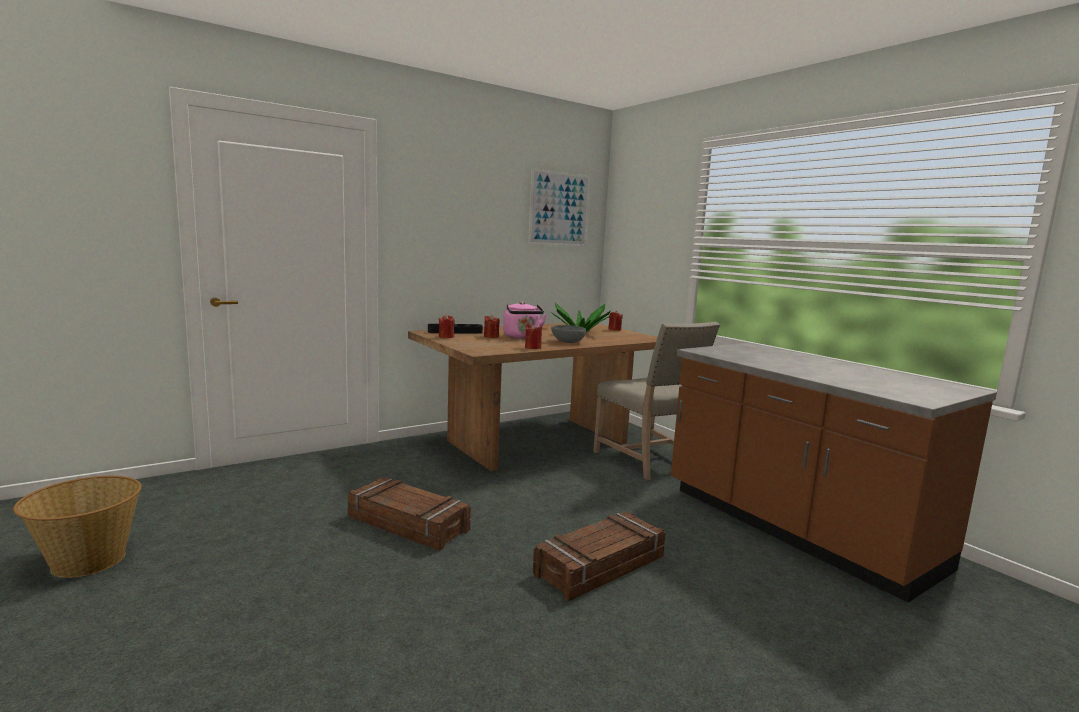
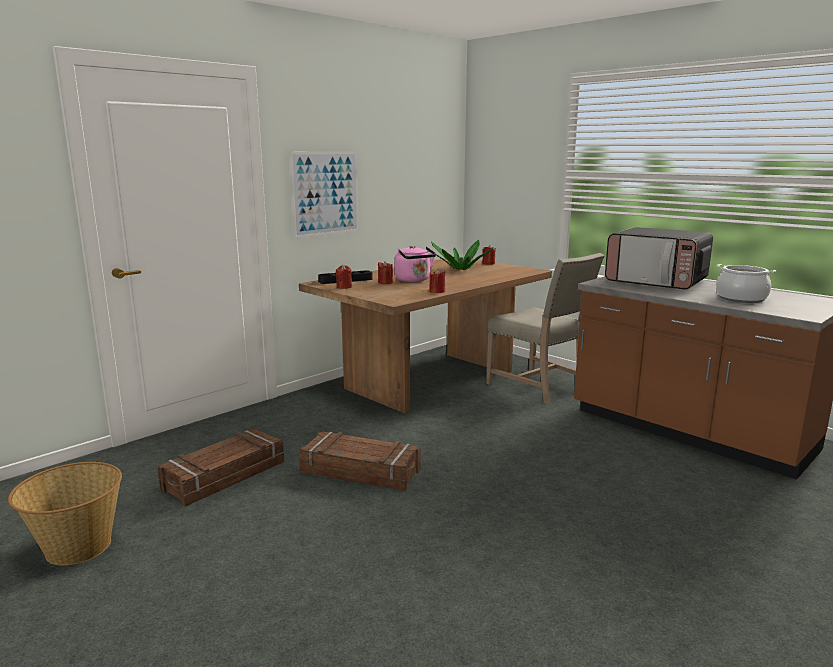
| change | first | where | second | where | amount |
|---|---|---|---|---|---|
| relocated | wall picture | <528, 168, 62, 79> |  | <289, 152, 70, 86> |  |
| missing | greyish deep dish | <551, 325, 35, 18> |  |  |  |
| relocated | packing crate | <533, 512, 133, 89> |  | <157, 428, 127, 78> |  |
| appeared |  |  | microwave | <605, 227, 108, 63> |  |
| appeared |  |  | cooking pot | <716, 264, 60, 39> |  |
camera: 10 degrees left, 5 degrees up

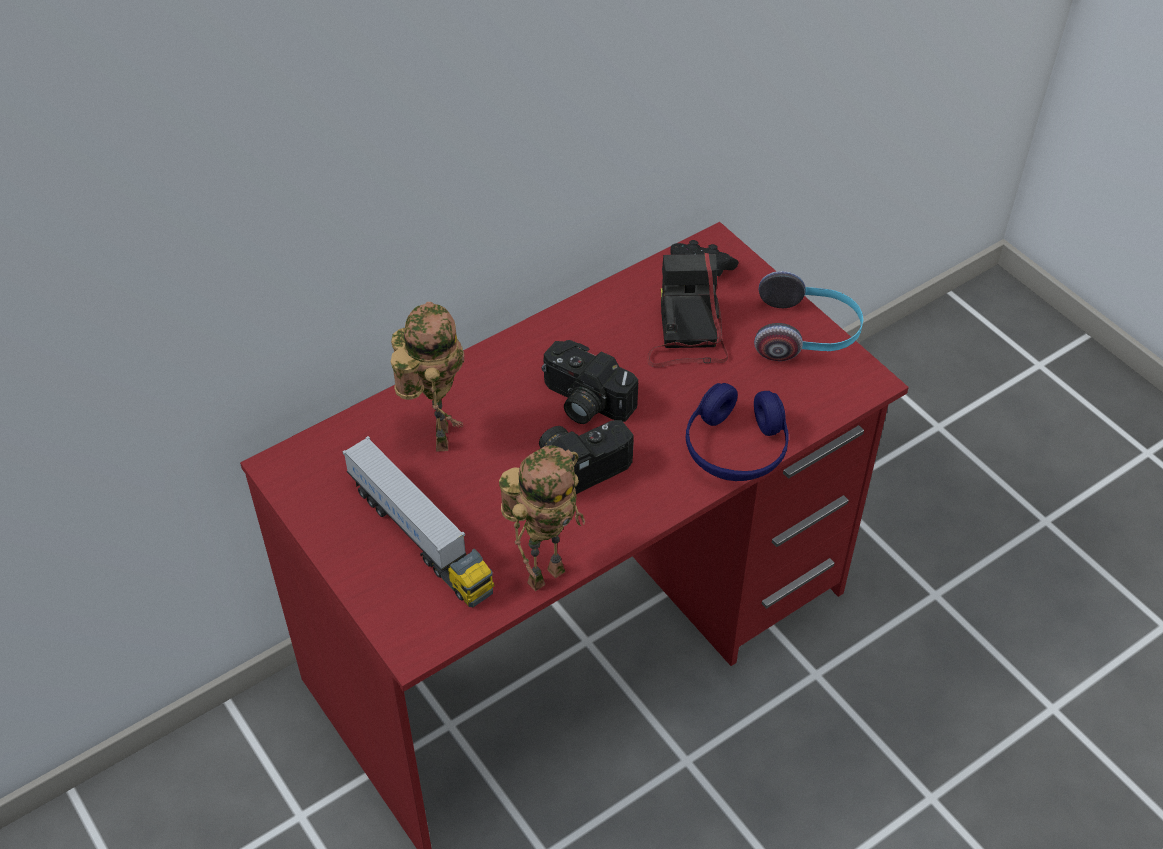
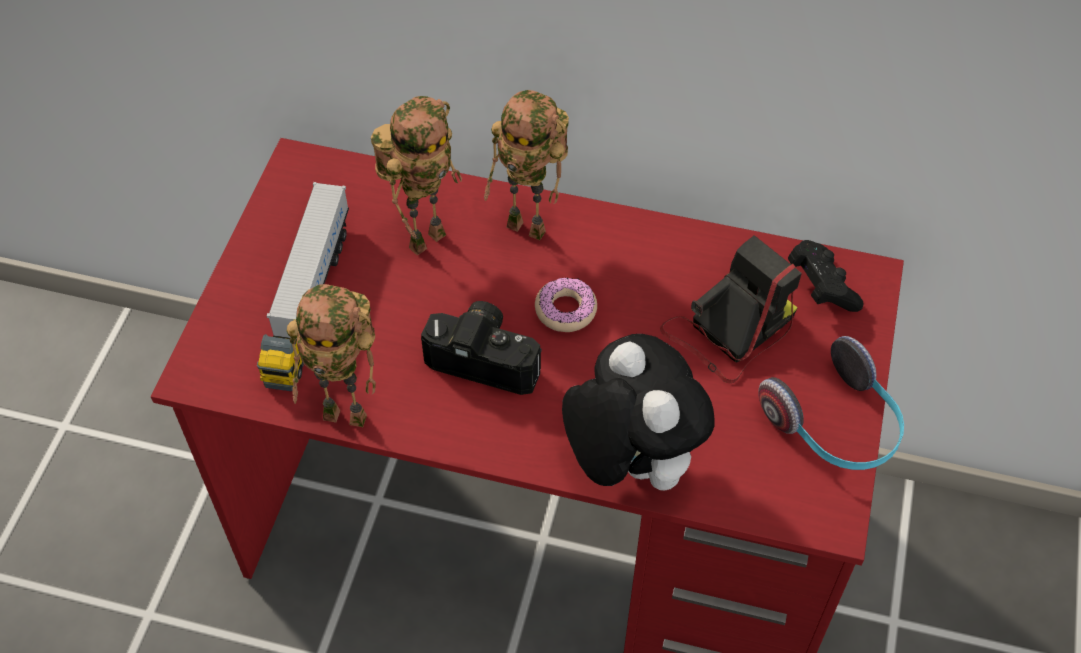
| change | first | where | second | where | amount |
|---|---|---|---|---|---|
| exchanged | still camera | <541, 340, 98, 84> | doughnut | <535, 278, 62, 54> |  |
| exchanged | blue-coloured pair of headphones | <686, 383, 103, 98> | cuddly toy | <562, 334, 153, 156> |  |
| appeared |  |  | robot figure | <484, 90, 85, 150> |  |
camera: 50 degrees right, 5 degrees up

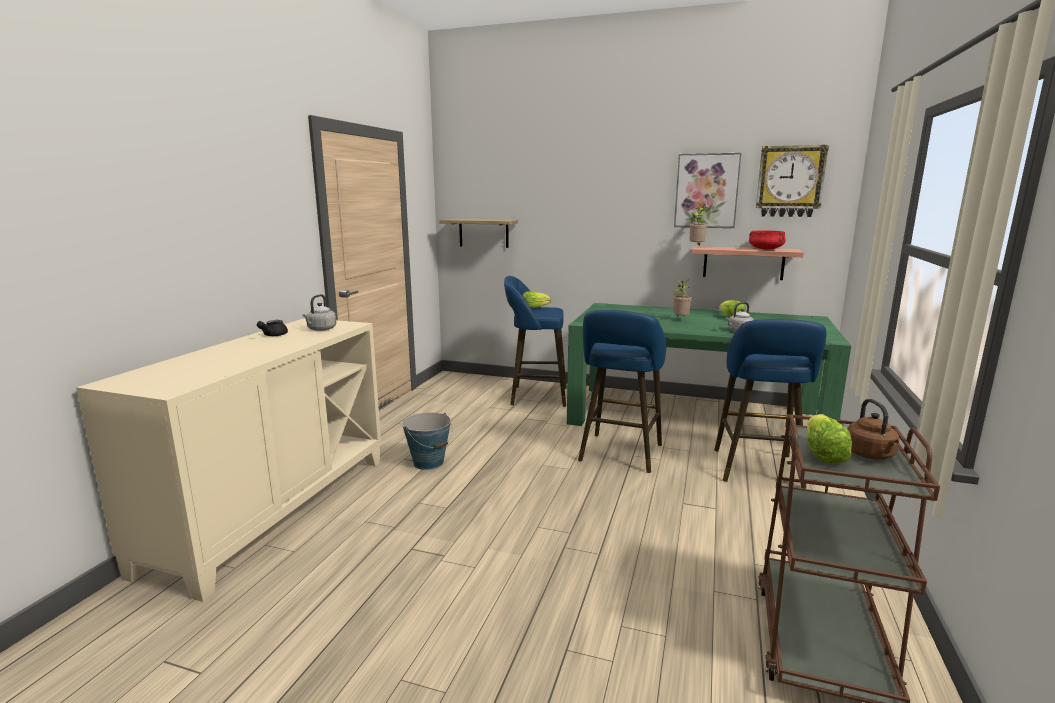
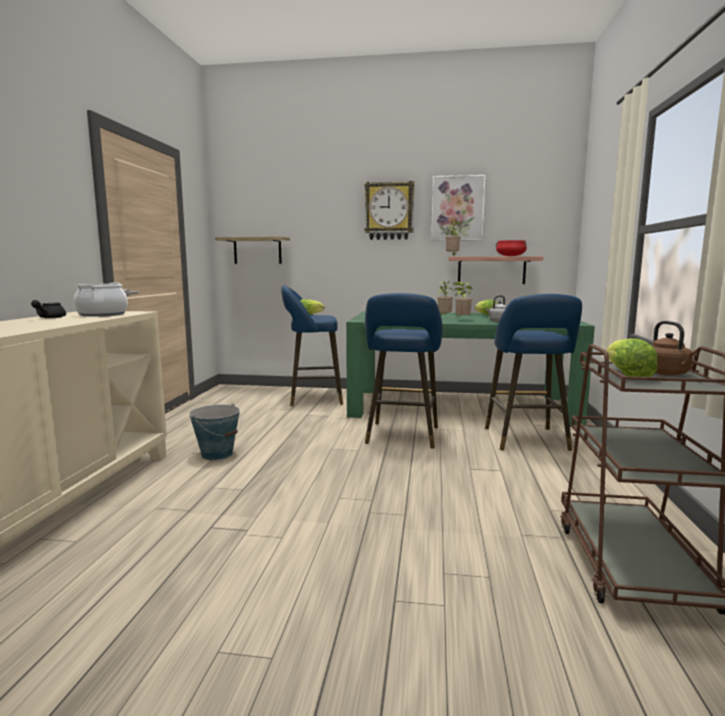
| change | first | where | second | where | amount |
|---|---|---|---|---|---|
| relocated | hanging clock | <756, 145, 73, 72> |  | <365, 181, 49, 59> |  |
| exchanged | greyish tea kettle | <302, 294, 34, 37> | cooking pot | <74, 282, 54, 35> |  |
| appeared |  |  | houseplant | <452, 282, 20, 38> |  |
camera: 10 degrees left, 5 degrees down

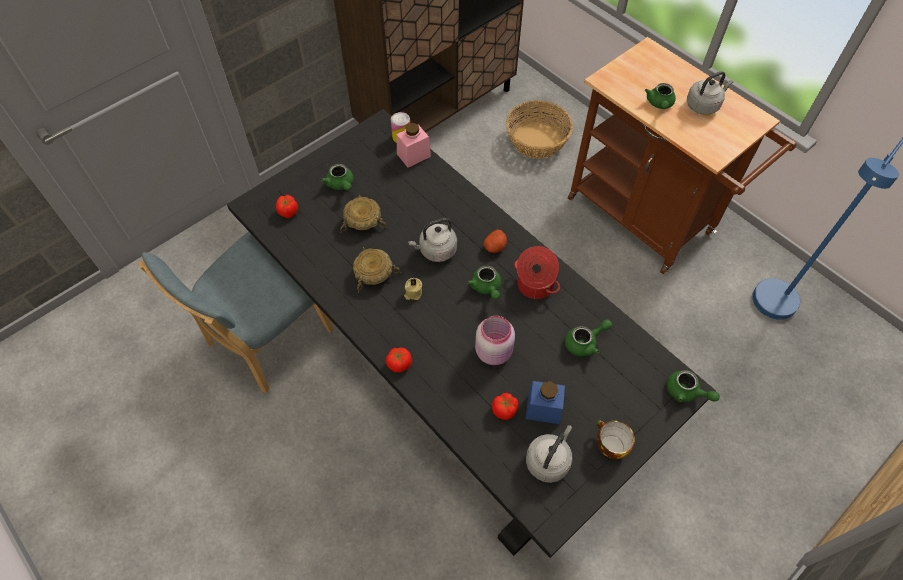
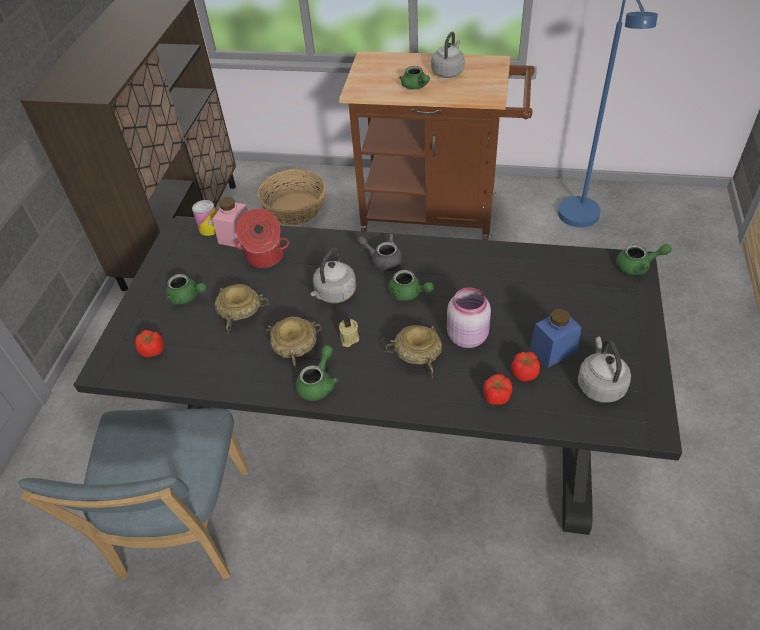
| change | first | where | second | where | amount |
|---|---|---|---|---|---|
| exchanged | potato | <483, 230, 24, 23> | greyish teapot | <357, 234, 46, 38> |  |
| relocated | cooking pot | <514, 246, 46, 53> |  | <235, 209, 54, 59> |  |
| relocated | greenish teapot | <565, 319, 47, 38> |  | <295, 345, 43, 56> |  |
| relocated | fresh tomato | <386, 348, 26, 25> |  | <483, 374, 29, 31> |  |
| missing | cup | <597, 421, 38, 38> |  |  |  |
| appeared |  |  | beige-coloured deep dish | <385, 325, 57, 53> |  |
camera: 35 degrees left, 10 degrees down

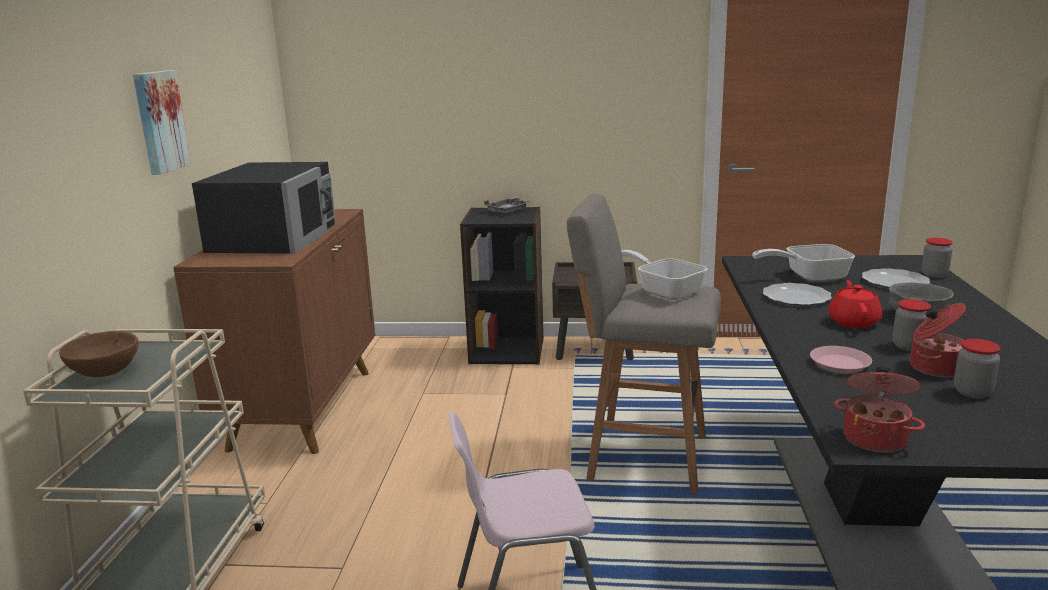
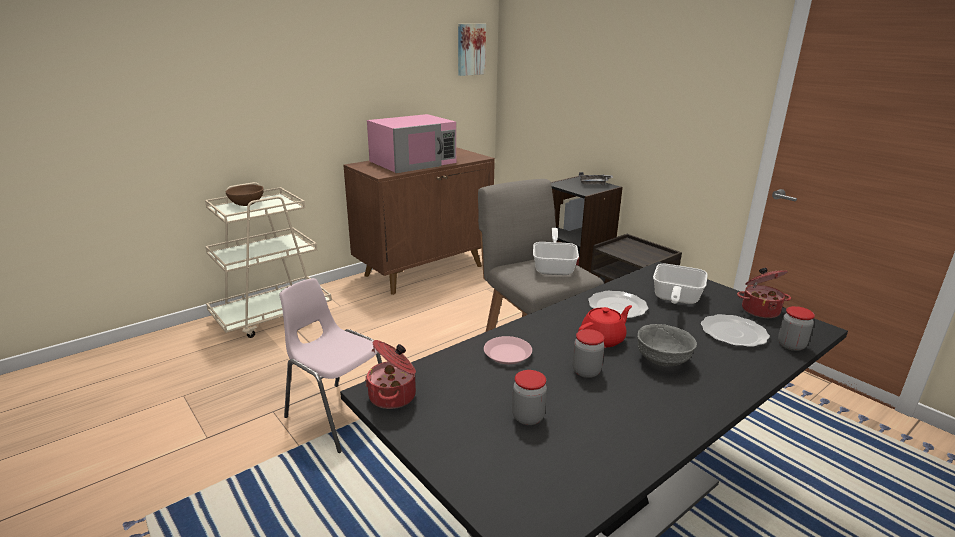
| change | first | where | second | where | amount |
|---|---|---|---|---|---|
| relocated | wall picture | <133, 70, 58, 105> |  | <458, 24, 28, 52> |  |
| colour | black microwave | <192, 162, 143, 92> | pinkish microwave | <367, 114, 89, 59> |  |
| spun | frying pan | <752, 244, 103, 37> |  | <653, 264, 55, 40> | 105 degrees counterclockwise |
| relocated | cooking pot | <910, 303, 57, 74> |  | <737, 268, 54, 50> |  |
camera: 45 degrees right, 5 degrees up

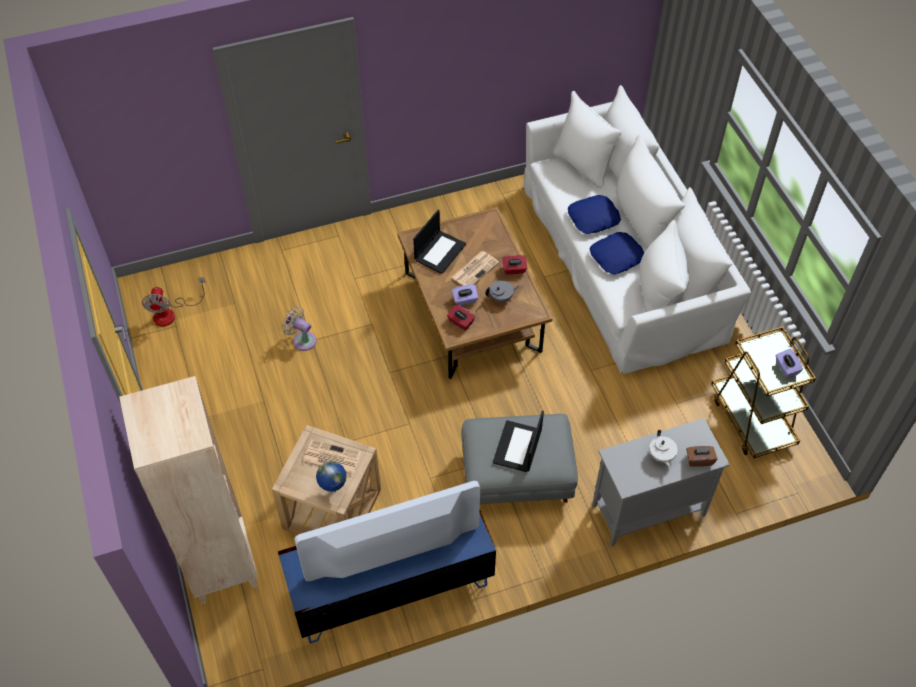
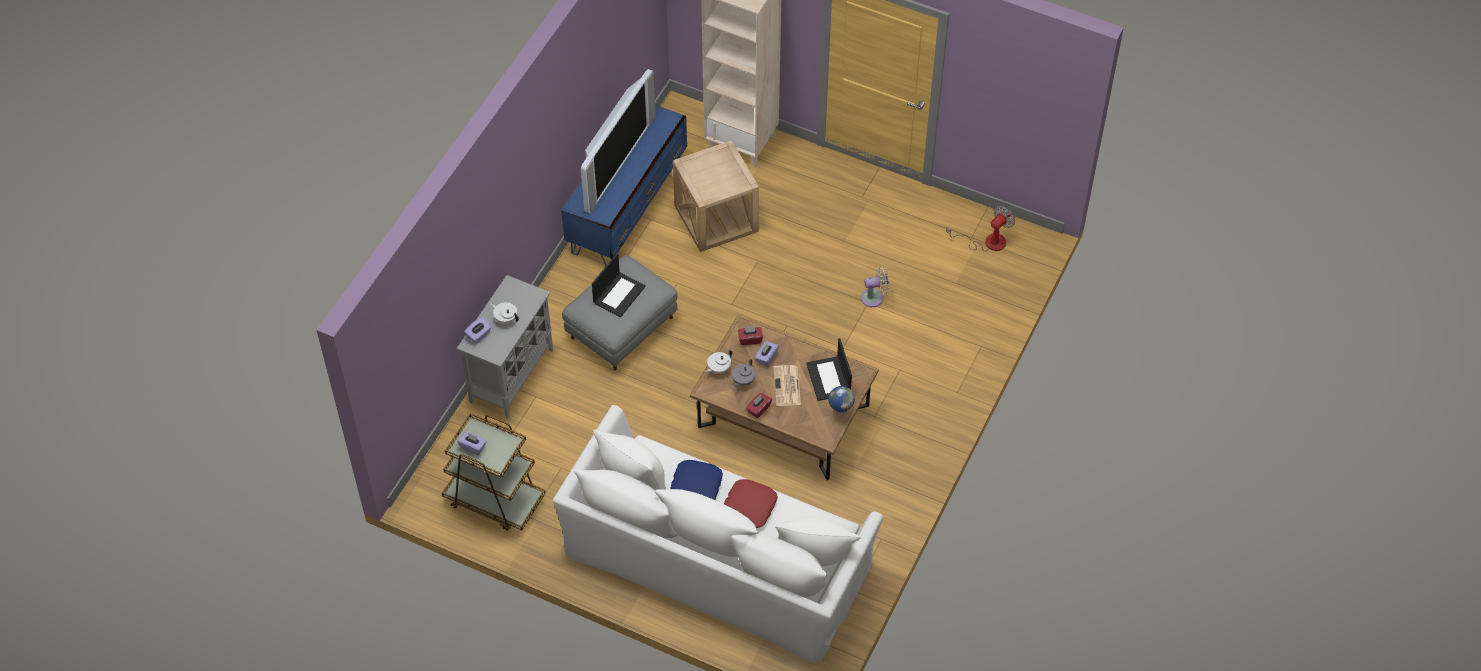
| change | first | where | second | where | amount |
|---|---|---|---|---|---|
| colour | blue-coloured throw pillow | <568, 195, 53, 39> | red throw pillow | <724, 479, 54, 49> |  |
| spun | fan | <142, 277, 63, 49> |  | <946, 206, 69, 46> | 90 degrees clockwise |
| spun | portable computer | <493, 411, 51, 61> |  | <592, 253, 54, 64> | 60 degrees clockwise |
| missing | printed paper | <303, 440, 58, 37> |  |  |  |
| colour | brown-coloured tissue box | <686, 446, 31, 21> | purplish tissue box | <464, 317, 27, 27> |  |
| relocated | globe | <316, 461, 31, 31> |  | <828, 386, 27, 29> |  |
| appeared |  |  | white-coloured teapot | <705, 350, 27, 24> |  |
camera: 135 degrees right, 0 degrees up

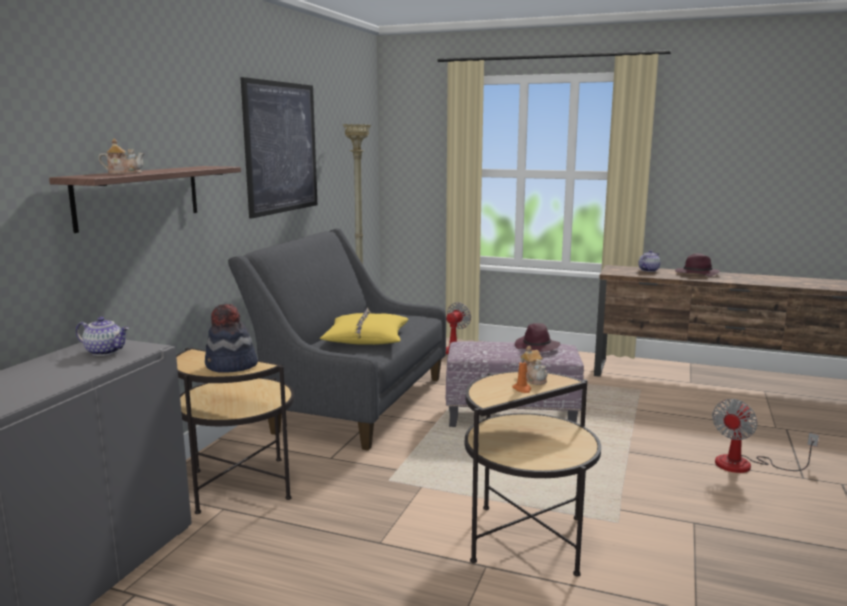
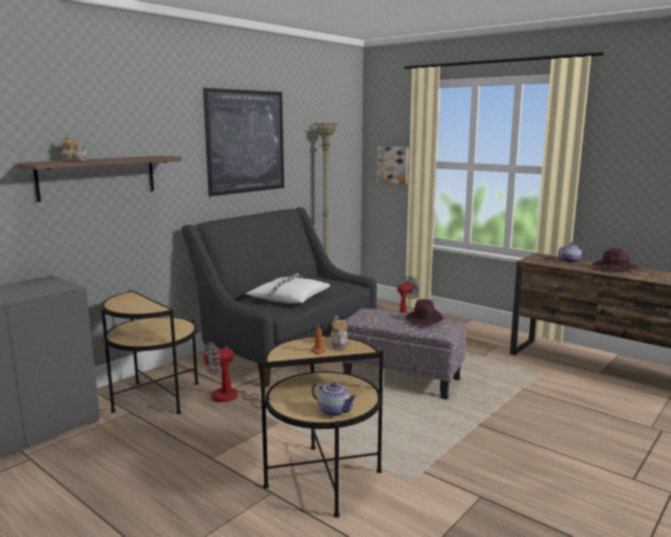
| change | first | where | second | where | amount |
|---|---|---|---|---|---|
| missing | hat | <205, 304, 53, 69> |  |  |  |
| colour | yellowish throw pillow | <320, 308, 88, 37> | white-coloured throw pillow | <246, 273, 84, 31> |  |
| relocated | teapot | <76, 317, 53, 39> |  | <312, 382, 45, 35> |  |
| relocated | fan | <712, 399, 107, 74> |  | <203, 342, 76, 66> |  |
| appeared |  |  | wall picture | <376, 146, 33, 38> |  |
camera: 20 degrees right, 0 degrees up

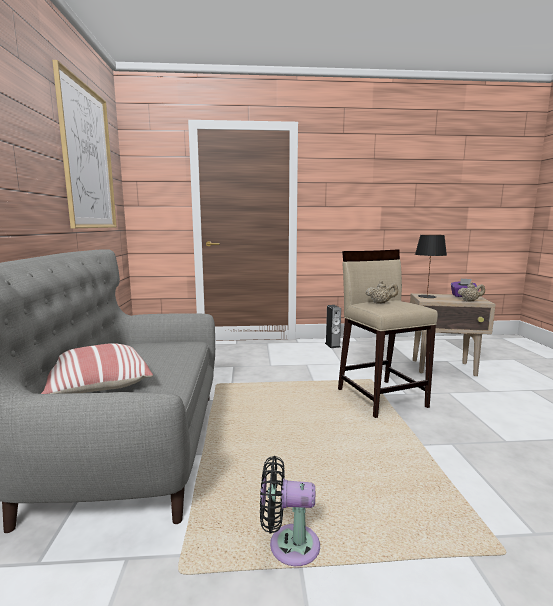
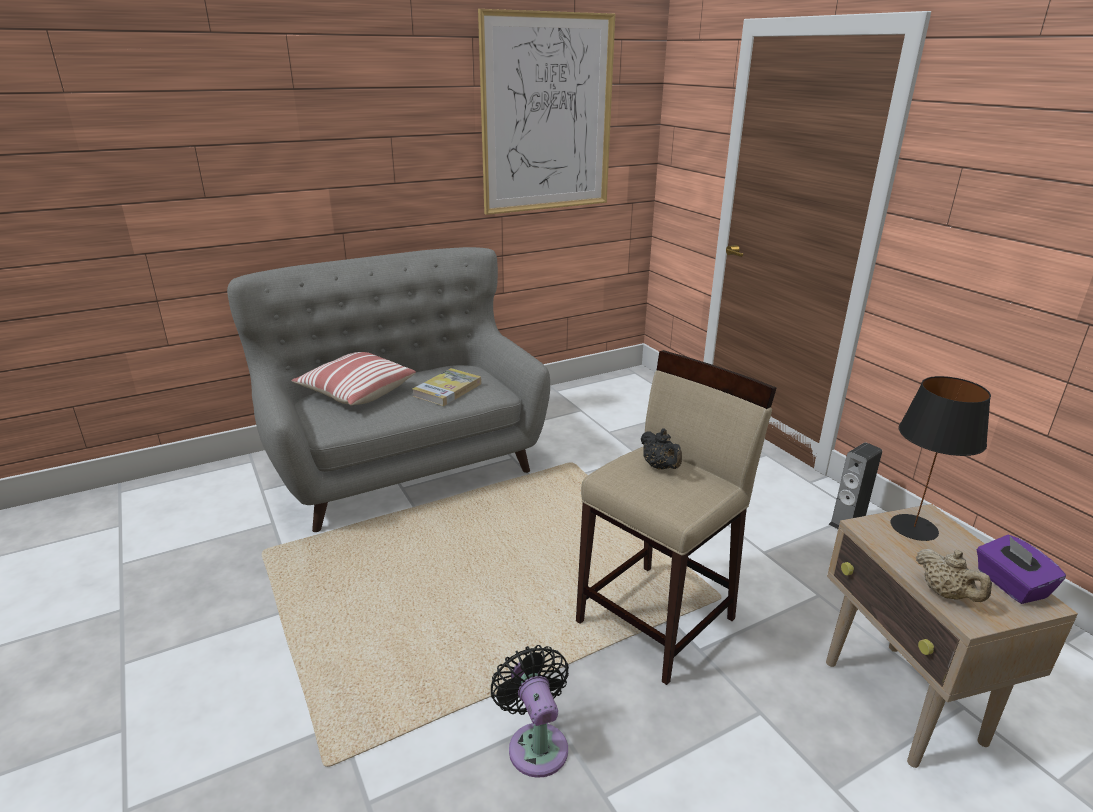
| change | first | where | second | where | amount |
|---|---|---|---|---|---|
| colour | beige-coloured teapot | <366, 280, 32, 24> | black teapot | <641, 428, 41, 41> |  |
| relocated | black fan | <260, 456, 60, 110> |  | <491, 645, 78, 133> |  |
| appeared |  |  | bound book | <412, 368, 69, 38> |  |
camera: 65 degrees right, 15 degrees up

